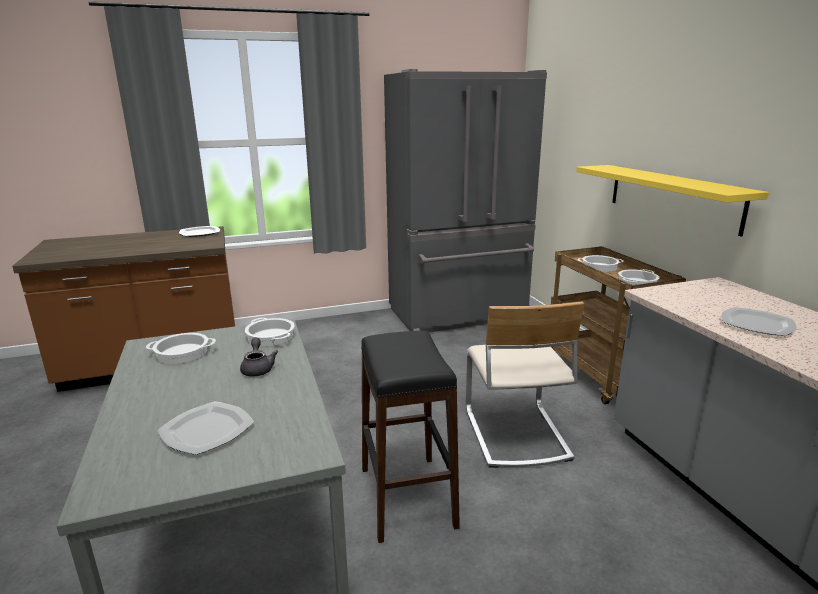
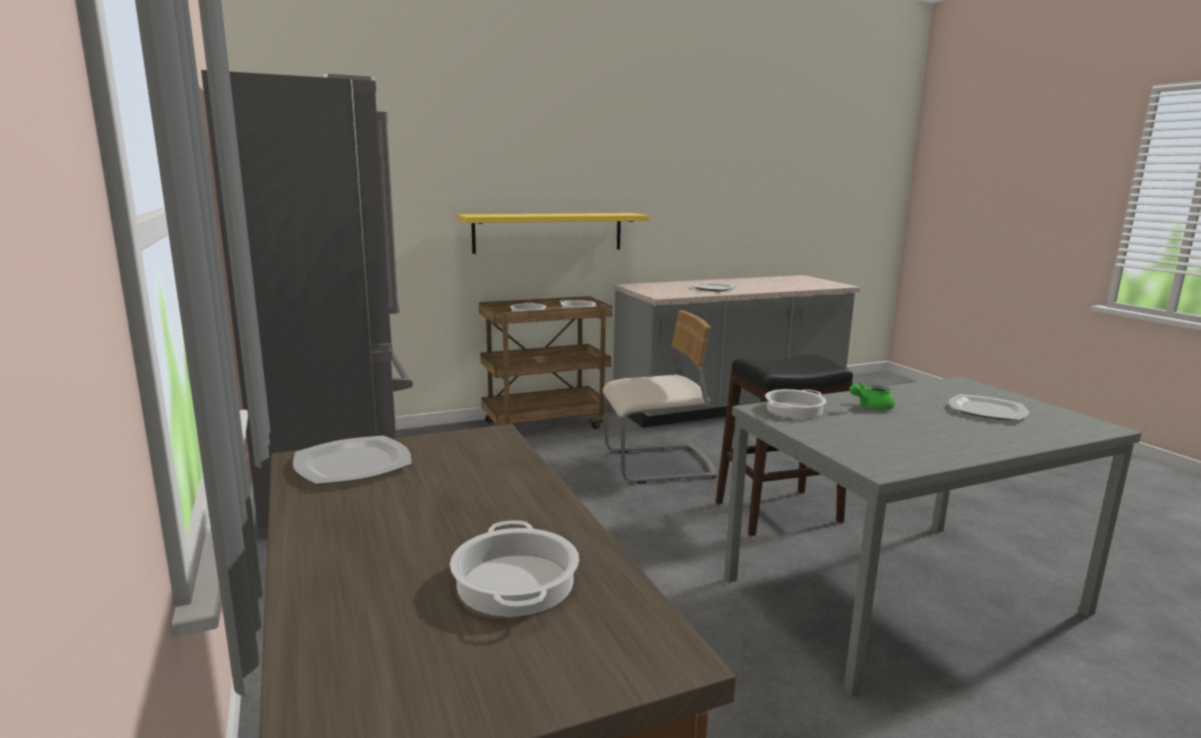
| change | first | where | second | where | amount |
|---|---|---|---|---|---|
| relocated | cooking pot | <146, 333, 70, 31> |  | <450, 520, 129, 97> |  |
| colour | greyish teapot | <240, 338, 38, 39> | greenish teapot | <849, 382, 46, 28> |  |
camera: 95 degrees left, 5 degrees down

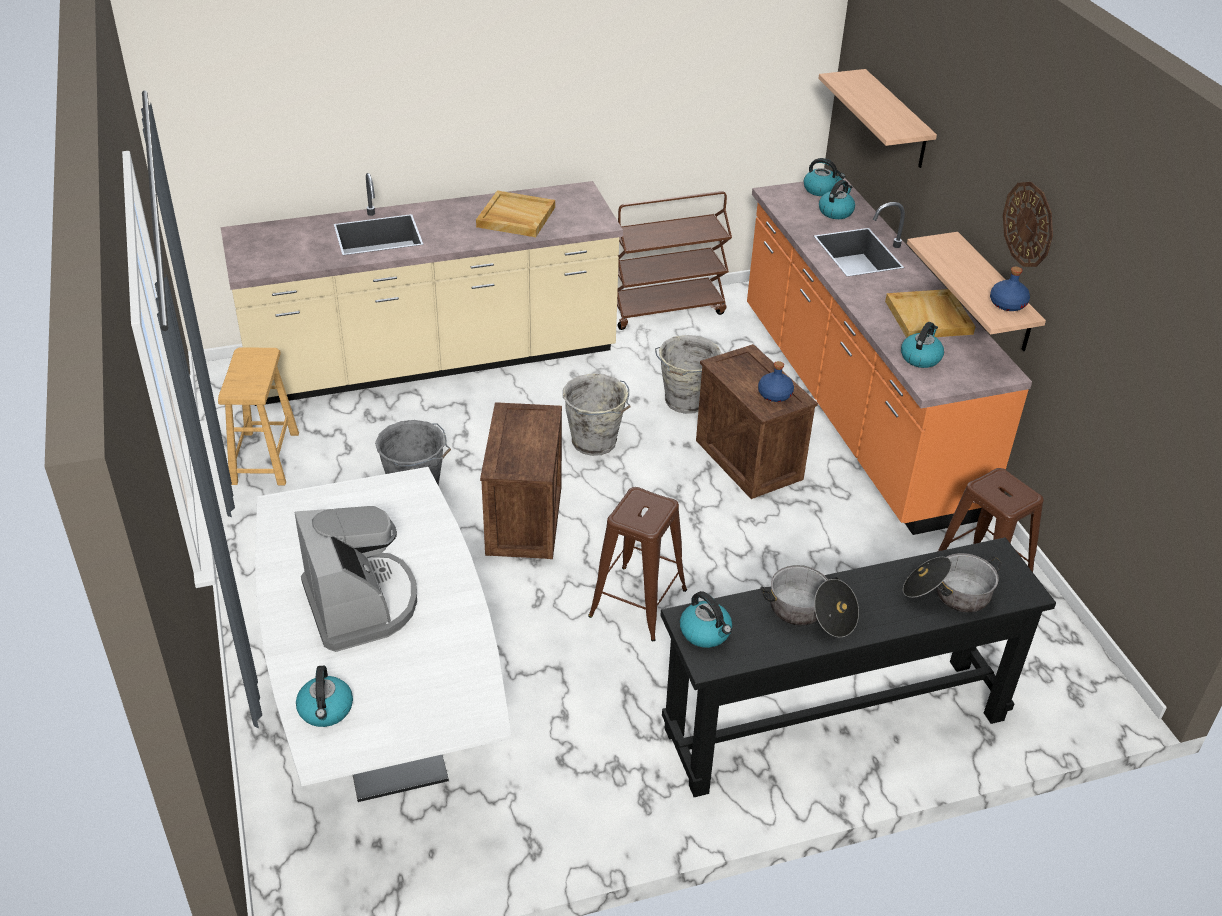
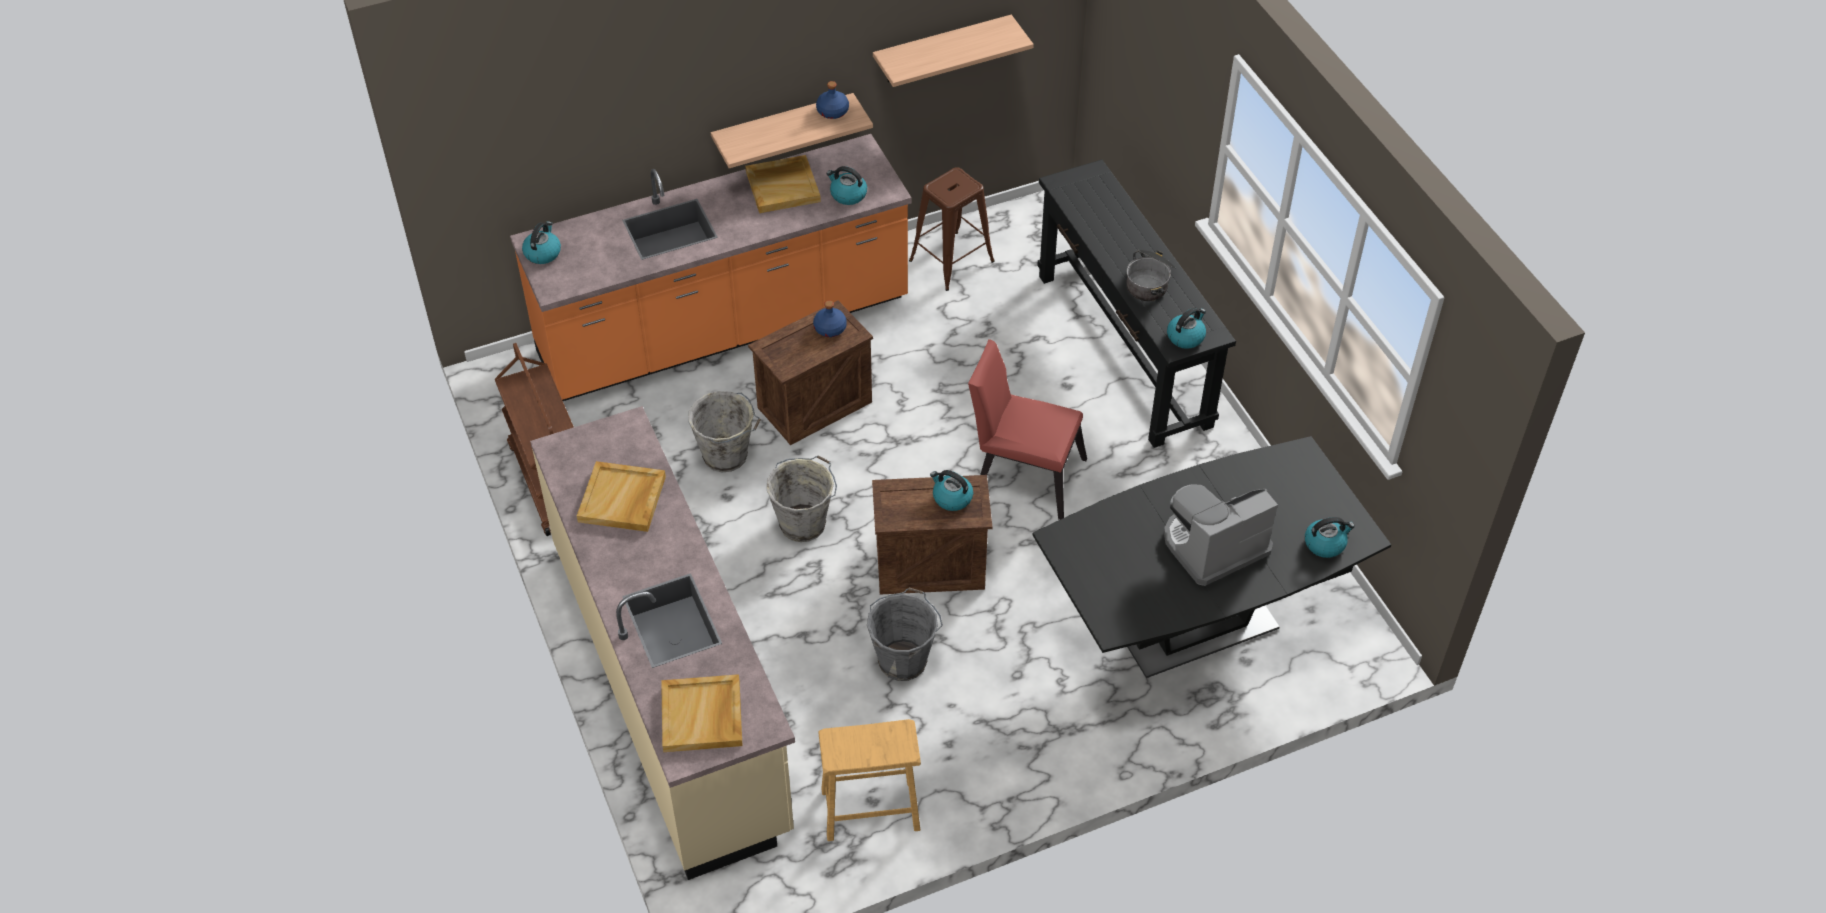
| change | first | where | second | where | amount |
|---|---|---|---|---|---|
| relocated | bracket shelf | <818, 69, 119, 99> |  | <873, 15, 161, 72> |  |
| relocated | tea kettle | <819, 180, 36, 39> |  | <930, 470, 43, 41> |  |
| missing | hanging clock | <1003, 182, 50, 85> |  |  |  |
| colour | white-coloured dinner table | <255, 467, 257, 335> | black dinner table | <1033, 436, 358, 242> |  |
| exchanged | brown-coloured stool seat | <588, 487, 99, 154> | red plain chair | <968, 339, 119, 181> |  |
| missing | cooking pot | <903, 553, 99, 60> |  |  |  |
| appeared |  |  | beige-coloured carrying tray | <661, 674, 82, 78> |  |
camera: 95 degrees left, 10 degrees up

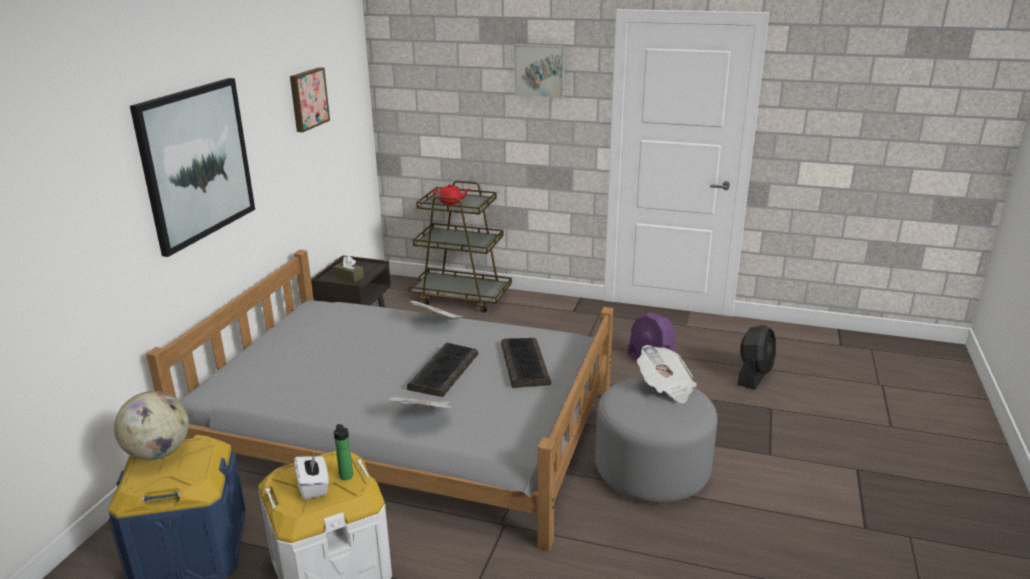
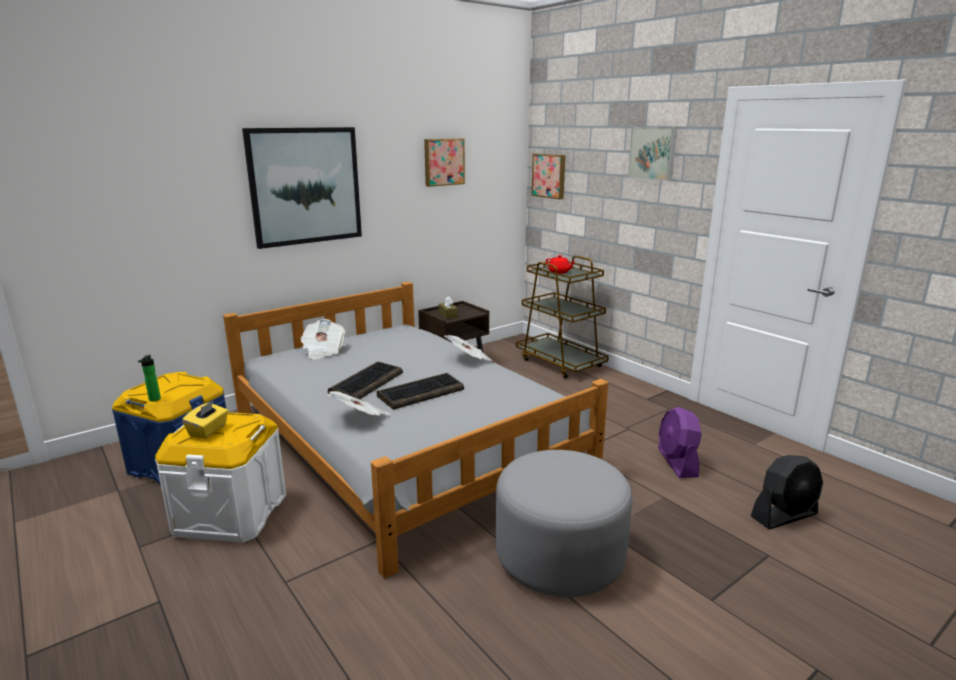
| change | first | where | second | where | amount |
|---|---|---|---|---|---|
| relocated | PC keyboard | <501, 338, 50, 50> |  | <328, 362, 75, 37> |  |
| relocated | printed paper | <637, 345, 60, 58> |  | <300, 319, 46, 40> |  |
| missing | globe | <114, 391, 75, 69> |  |  |  |
| relocated | bottle | <334, 424, 19, 56> |  | <138, 355, 23, 46> |  |
| colour | white-coloured tissue box | <294, 453, 35, 47> | yellowish tissue box | <182, 400, 46, 38> |  |
| appeared |  |  | wall picture | <531, 153, 34, 46> |  |
camera: 35 degrees right, 5 degrees down

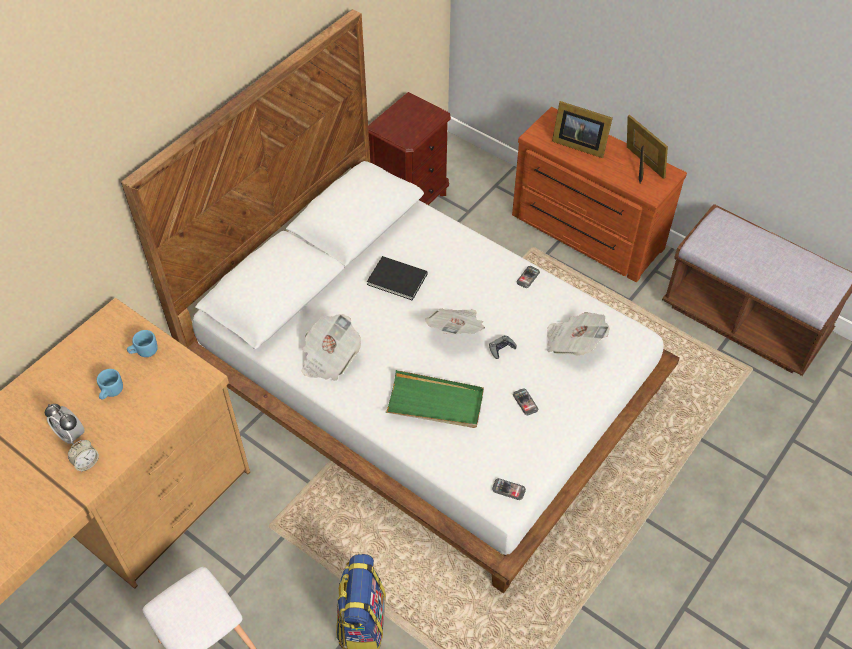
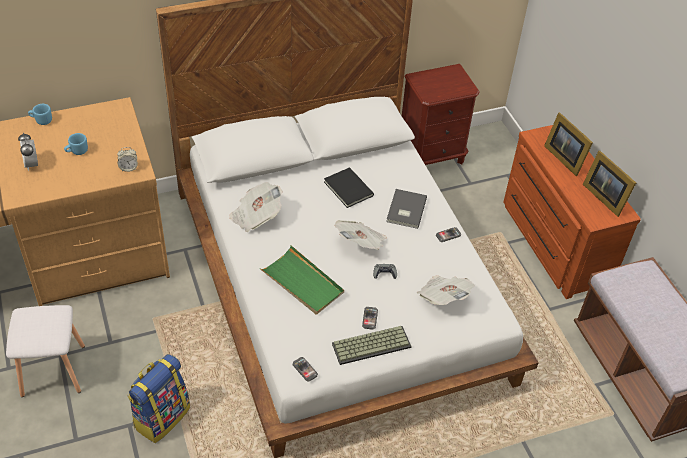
| change | first | where | second | where | amount |
|---|---|---|---|---|---|
| spun | photo frame | <627, 115, 41, 68> |  | <583, 151, 53, 66> | 150 degrees clockwise |
| relocated | blue-coloured mug | <127, 330, 31, 27> |  | <28, 104, 24, 21> |  |
| relocated | bedside clock | <68, 440, 31, 32> |  | <117, 147, 21, 25> |  |
| appeared |  |  | greyish bound book | <386, 189, 41, 40> |  |
| appeared |  |  | PC keyboard | <332, 326, 79, 39> |  |
camera: 30 degrees right, 5 degrees down

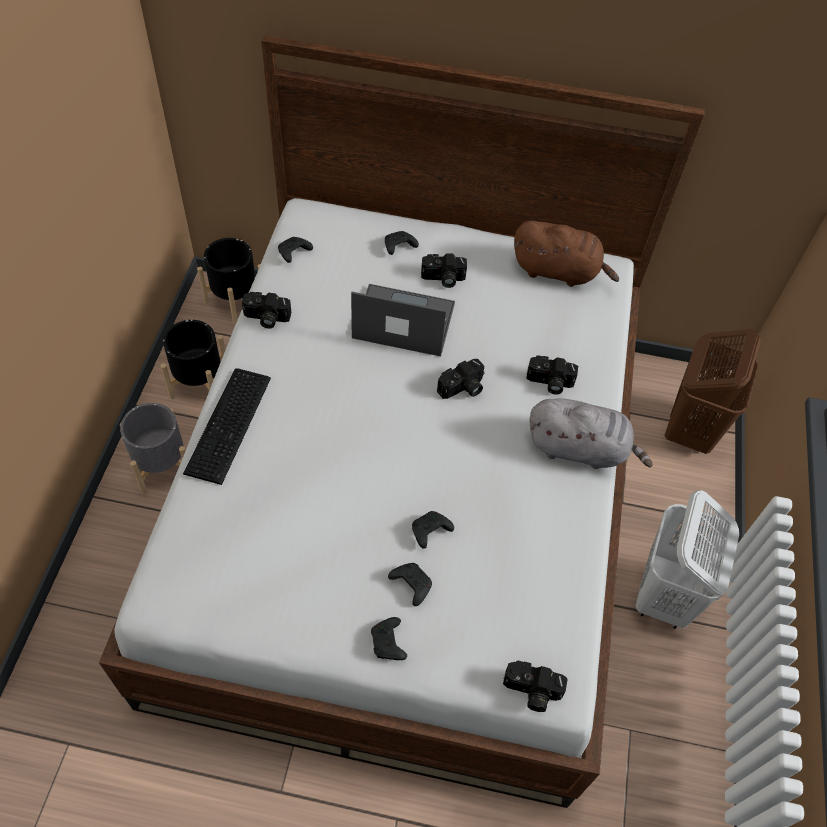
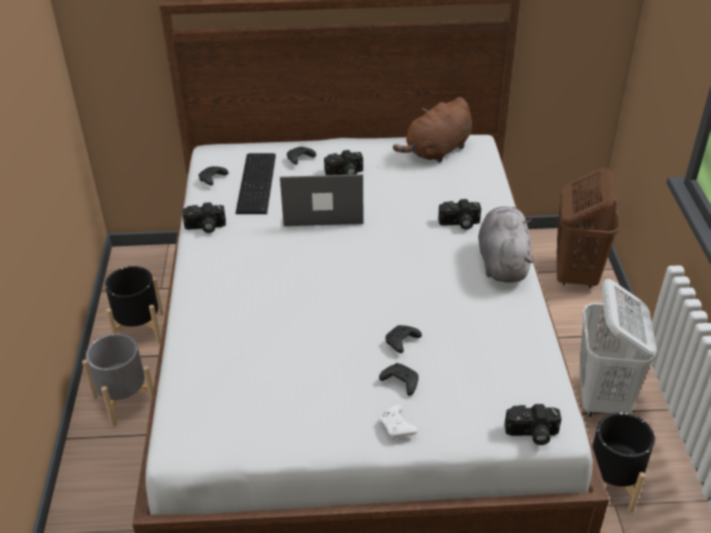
| change | first | where | second | where | amount |
|---|---|---|---|---|---|
| spun | brown-coloured cuddly toy | <514, 221, 105, 66> |  | <393, 97, 79, 66> | 135 degrees clockwise |
| relocated | black planter | <197, 238, 64, 86> |  | <592, 412, 63, 101> |  |
| missing | still camera | <437, 359, 48, 40> |  |  |  |
| relocated | PC keyboard | <183, 368, 88, 117> |  | <235, 153, 41, 61> |  |
| spun | greyish cuddly toy | <530, 398, 122, 71> |  | <478, 206, 55, 77> | 90 degrees counterclockwise |
| colour | black game controller | <371, 617, 36, 43> | white-coloured game controller | <379, 405, 39, 34> |  |
camera: 10 degrees left, 15 degrees down

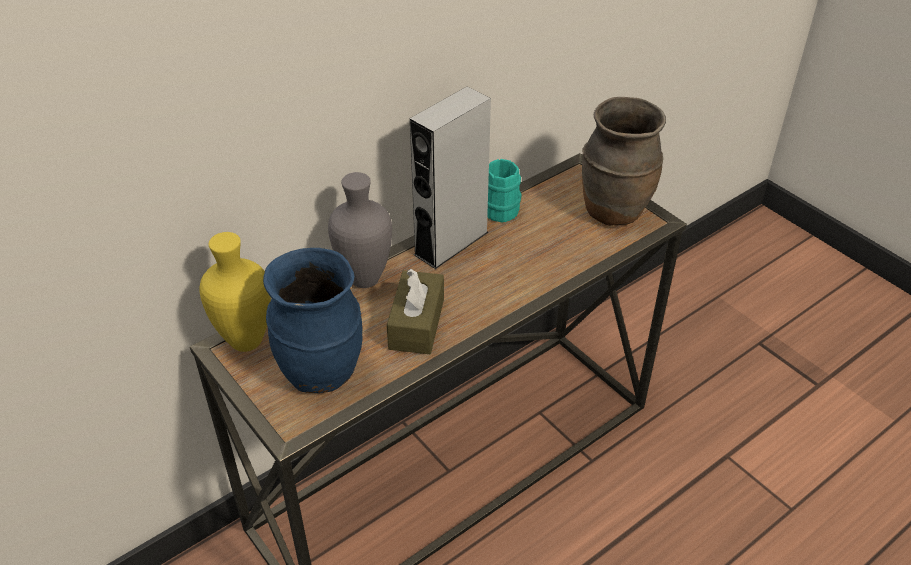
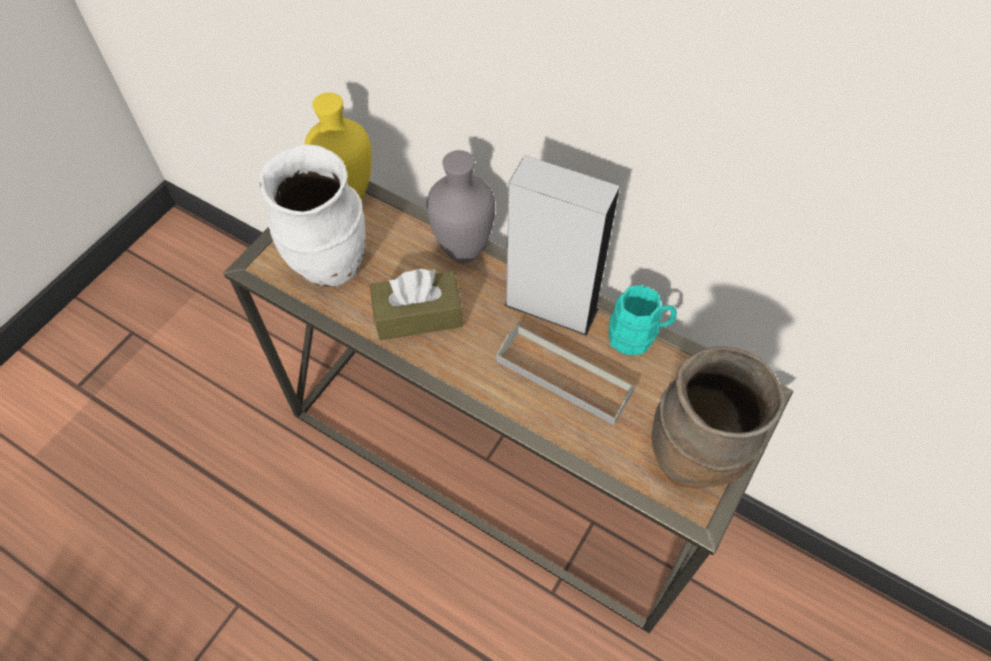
| change | first | where | second | where | amount |
|---|---|---|---|---|---|
| colour | blue-coloured vase | <263, 248, 99, 145> | white-coloured vase | <259, 144, 107, 143> |  |
| appeared |  |  | greyish carrying tray | <497, 325, 138, 100> |  |
camera: 70 degrees right, 15 degrees up

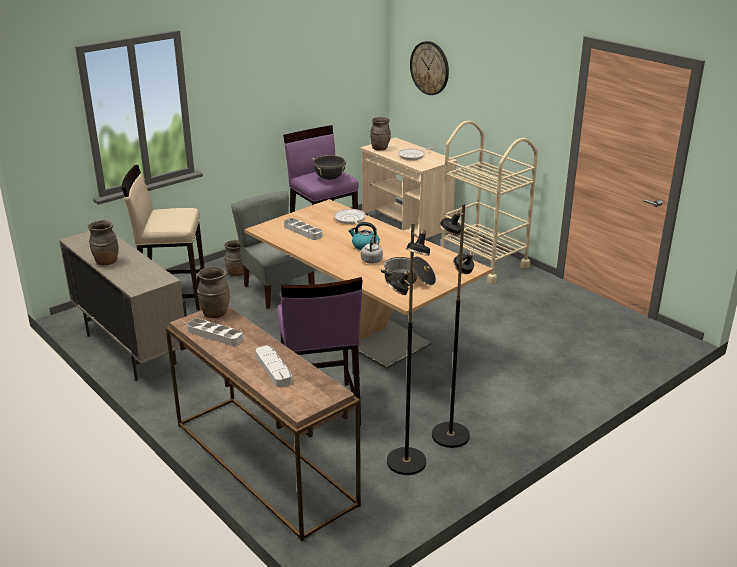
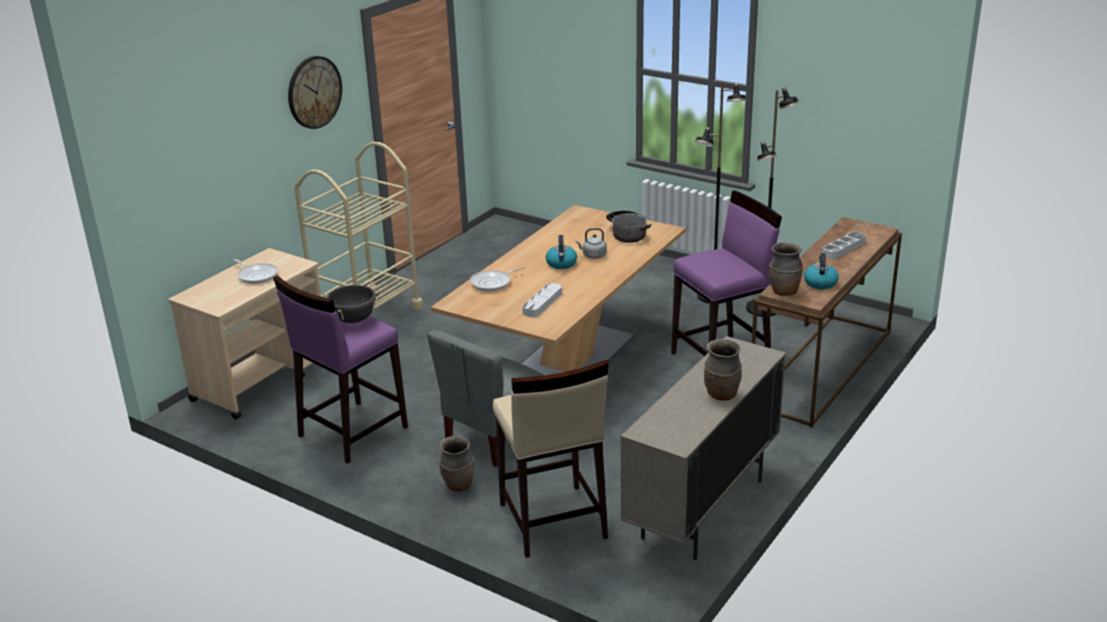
| change | first | where | second | where | amount |
|---|---|---|---|---|---|
| relocated | hanging clock | <410, 41, 39, 54> |  | <288, 56, 54, 73> |  |
| missing | brown-coloured vase | <370, 117, 21, 33> |  |  |  |
| exchanged | greyish carrying tray | <187, 318, 56, 28> | tea kettle | <804, 253, 35, 36> |  |
camera: 105 degrees left, 0 degrees up

